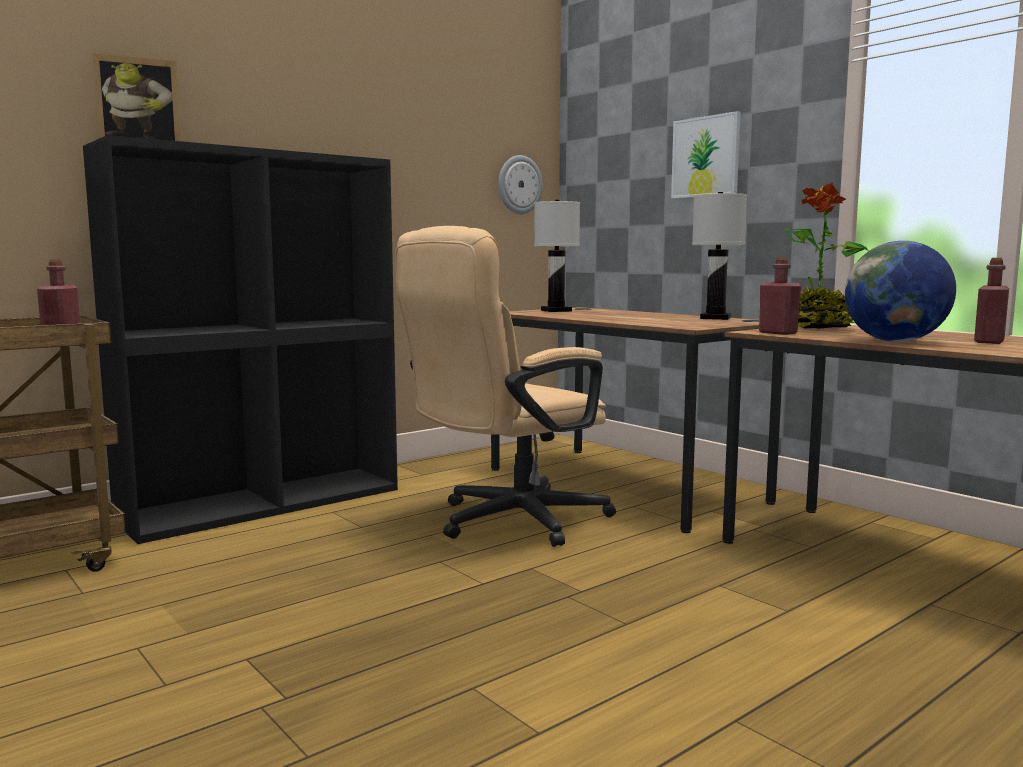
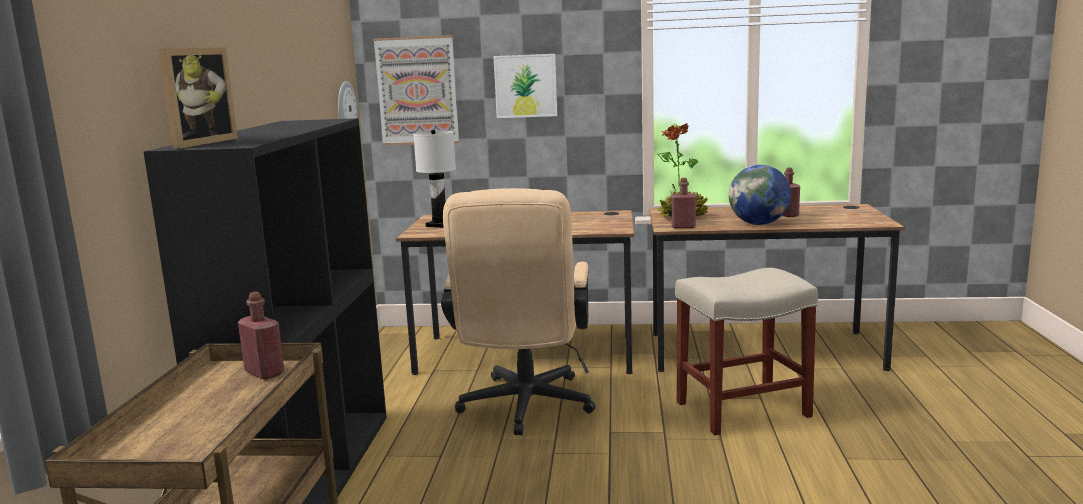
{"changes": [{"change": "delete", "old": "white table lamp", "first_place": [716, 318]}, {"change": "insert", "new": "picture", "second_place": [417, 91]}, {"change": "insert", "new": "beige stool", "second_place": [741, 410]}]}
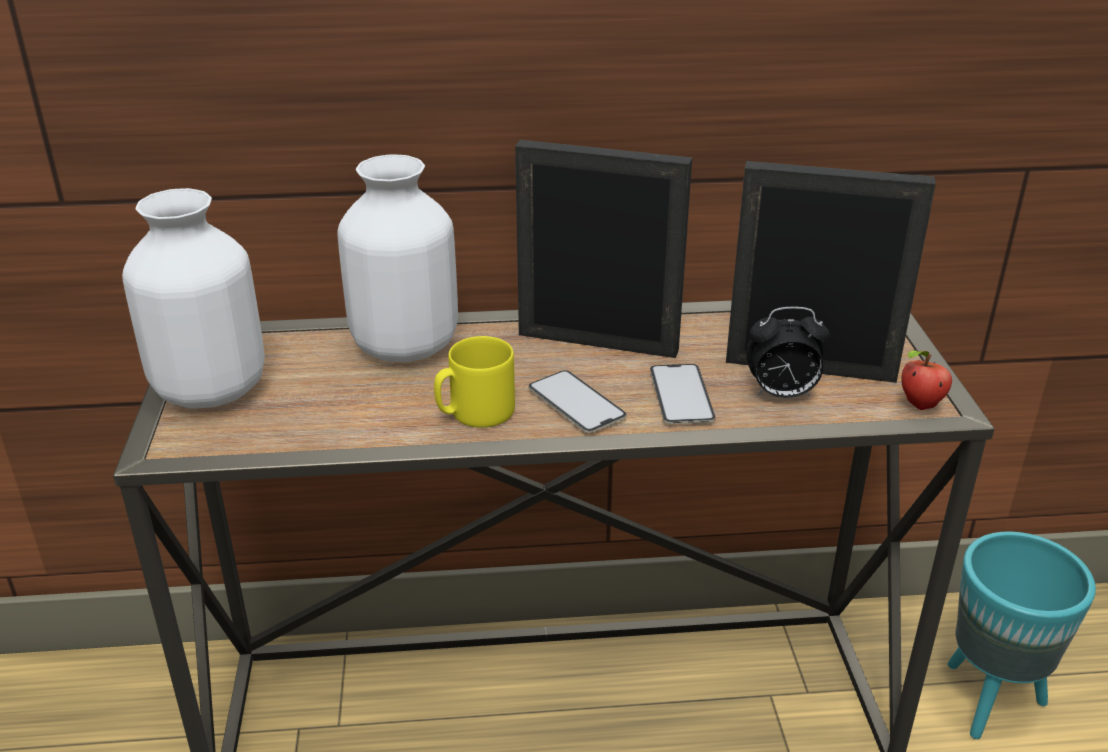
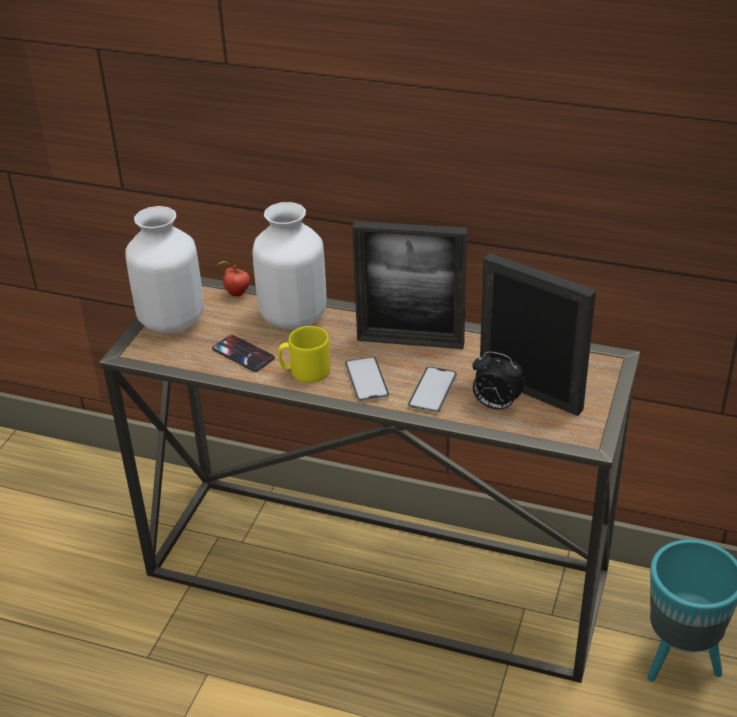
{"changes": [{"change": "insert", "new": "phone", "second_place": [243, 354]}, {"change": "move", "old": "apple", "first_place": [920, 405], "second_place": [236, 294]}, {"change": "rotate", "old": "picture frame", "first_place": [597, 342], "second_place": [410, 341], "degrees": 150}]}
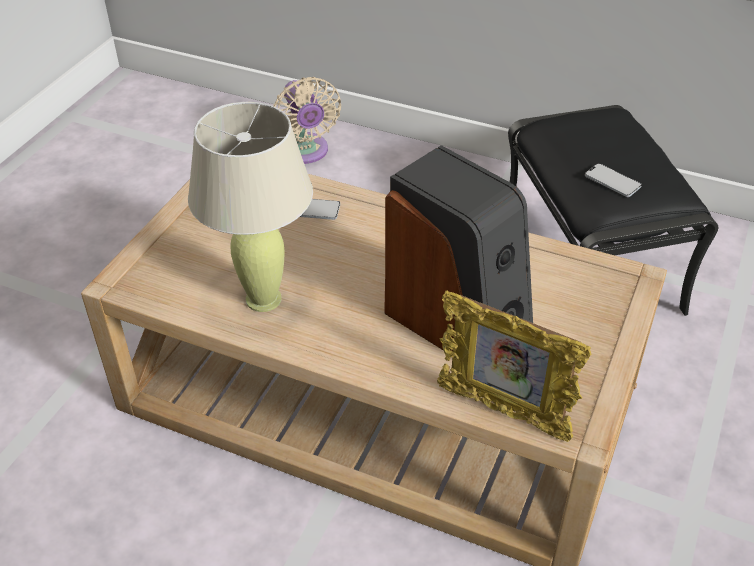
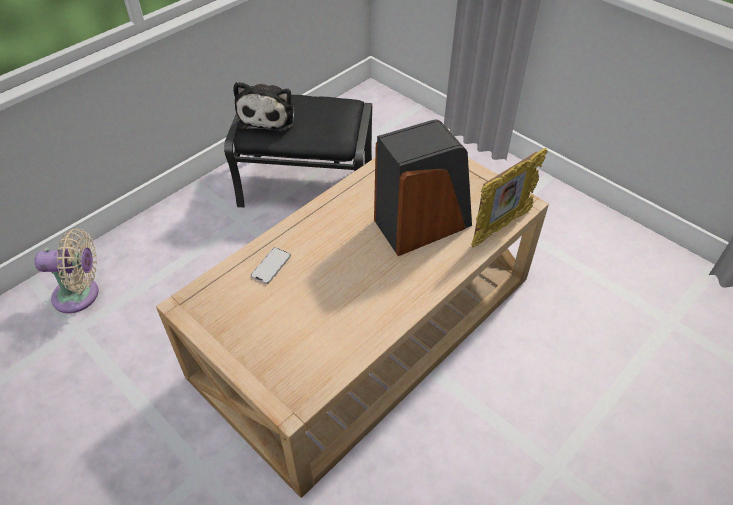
{"changes": [{"change": "delete", "old": "beige table lamp", "first_place": [264, 299]}, {"change": "delete", "old": "phone", "first_place": [612, 181]}, {"change": "insert", "new": "plush toy", "second_place": [268, 116]}]}
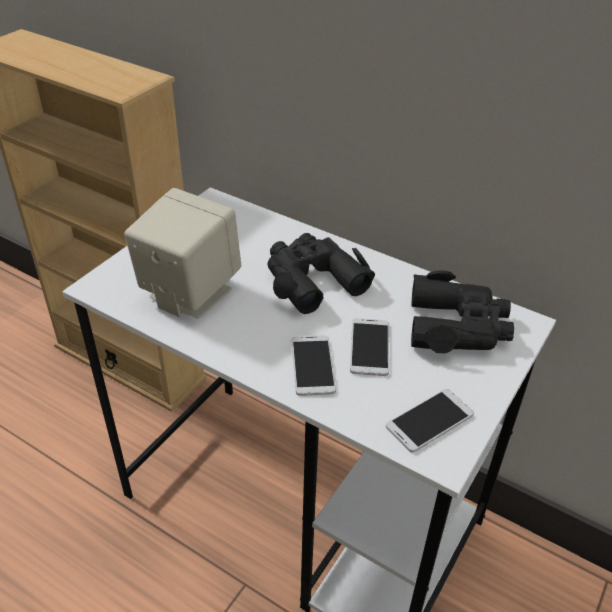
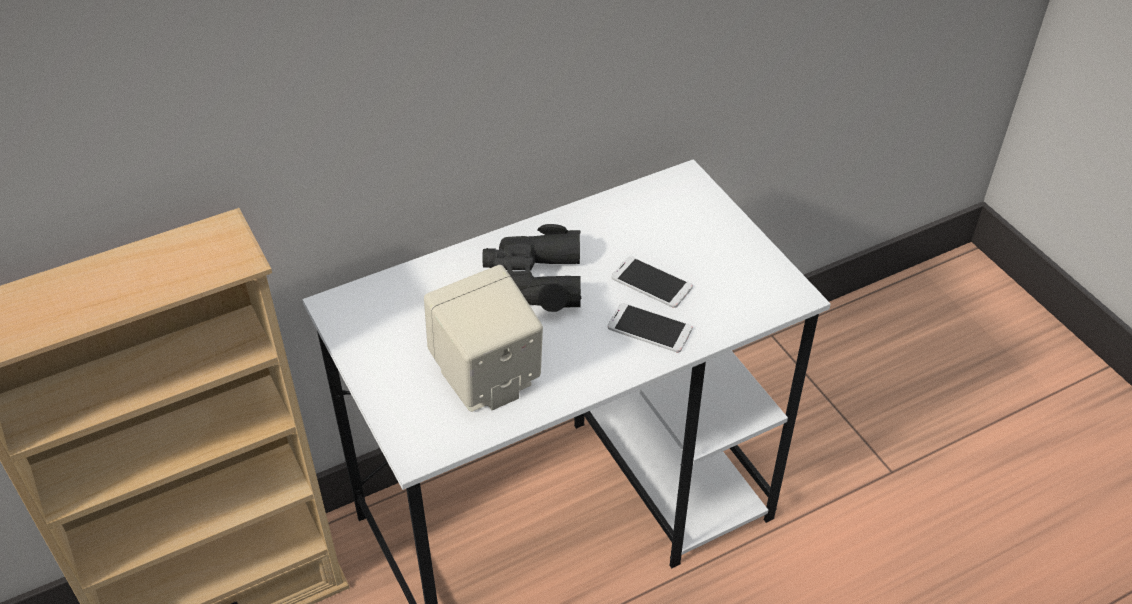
{"changes": [{"change": "delete", "old": "phone", "first_place": [429, 420]}, {"change": "delete", "old": "black binoculars", "first_place": [457, 326]}]}
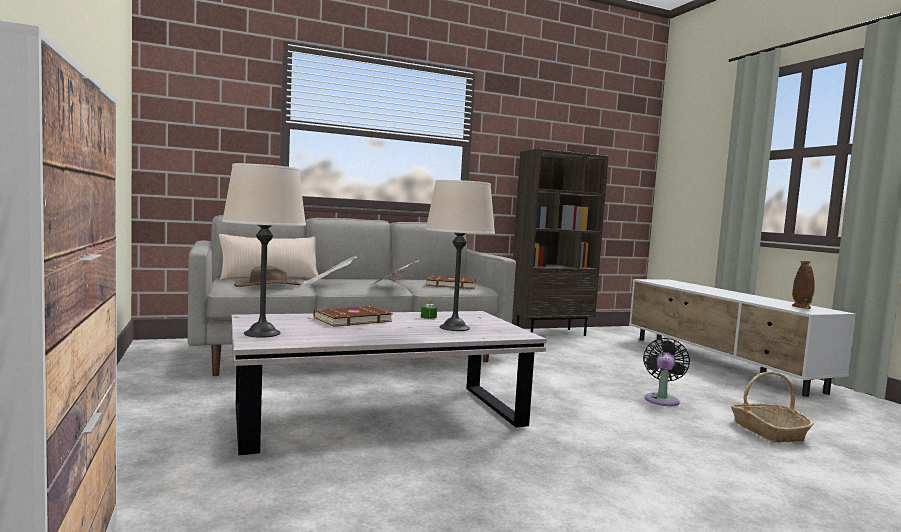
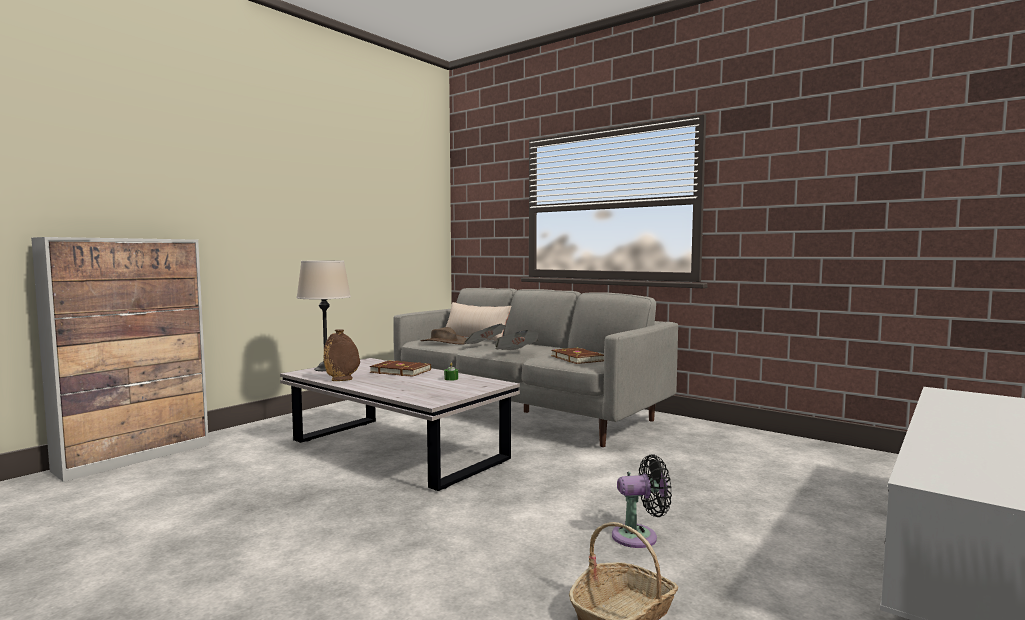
{"changes": [{"change": "delete", "old": "beige table lamp", "first_place": [454, 327]}, {"change": "delete", "old": "brown bookcase", "first_place": [550, 333]}, {"change": "move", "old": "brown vase", "first_place": [801, 307], "second_place": [342, 379]}]}
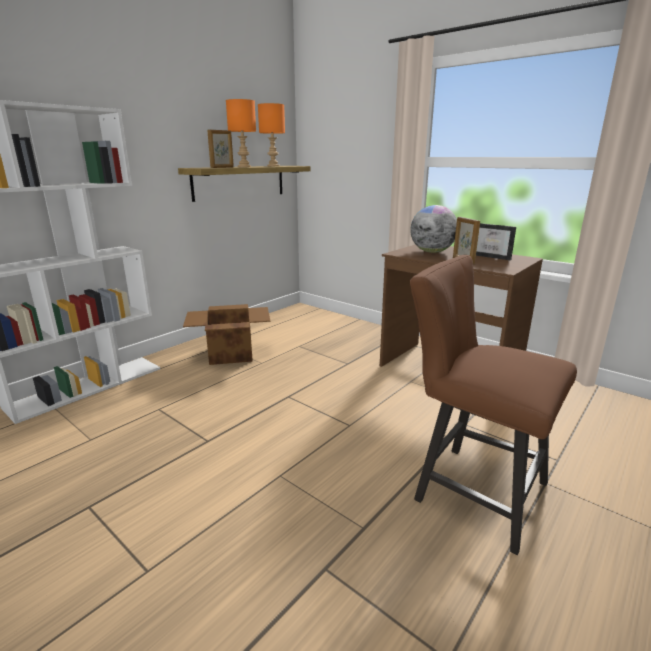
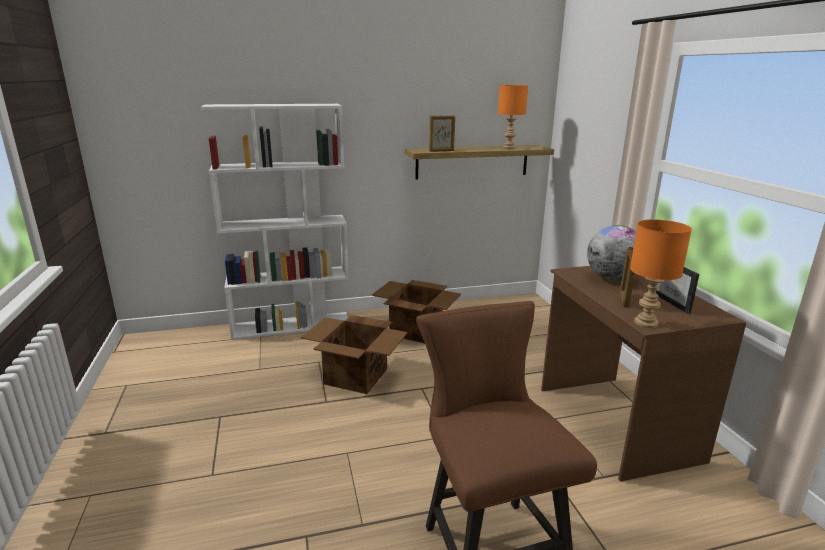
{"changes": [{"change": "insert", "new": "cardboard box", "second_place": [356, 376]}, {"change": "move", "old": "orange table lamp", "first_place": [244, 167], "second_place": [646, 323]}]}
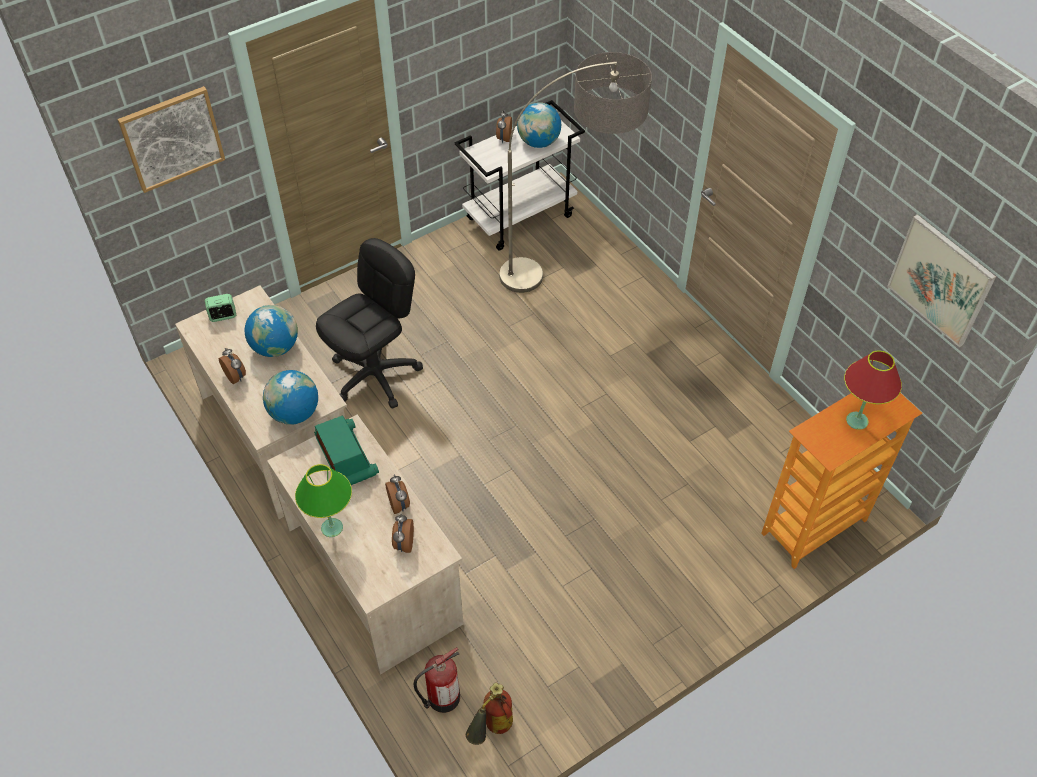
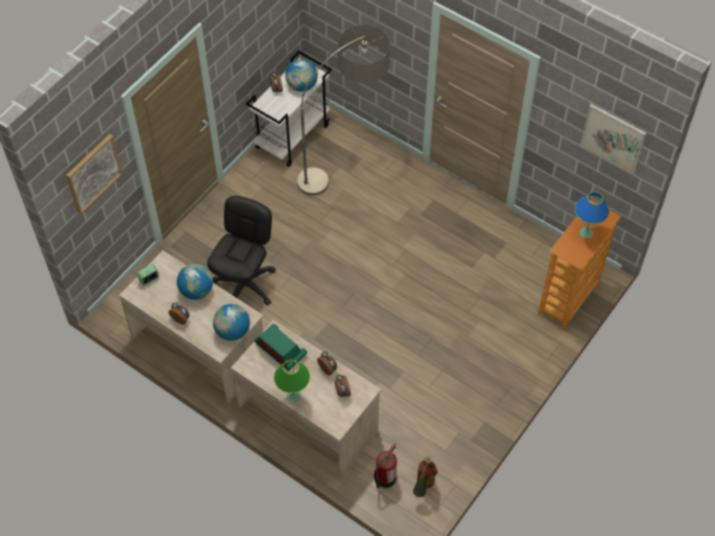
{"changes": [{"change": "recolor", "old": "red table lamp", "new": "blue table lamp", "first_place": [857, 420], "second_place": [585, 232]}]}
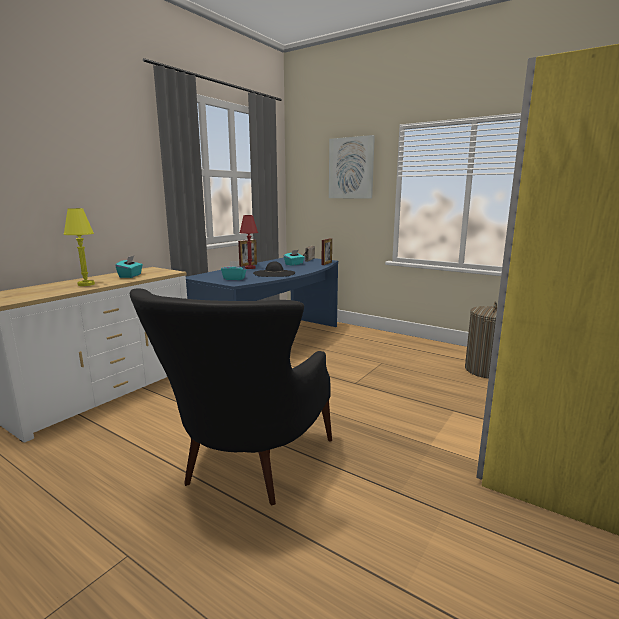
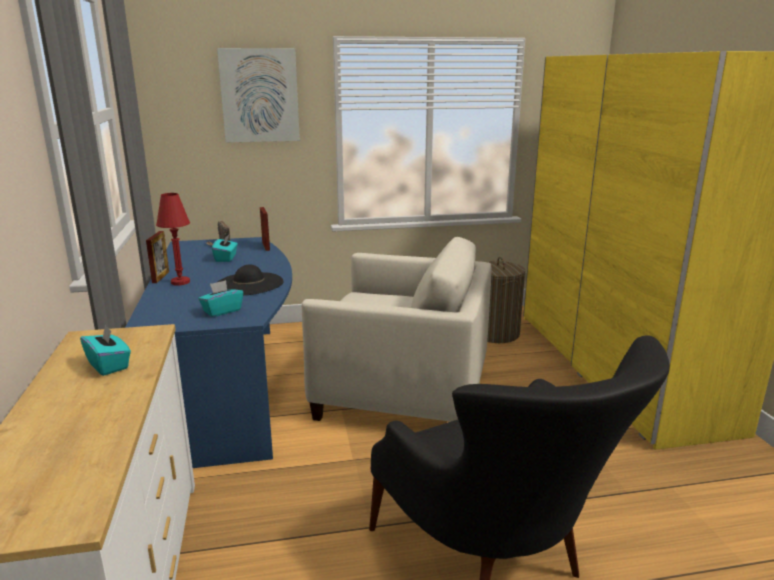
{"changes": [{"change": "delete", "old": "yellow table lamp", "first_place": [86, 284]}, {"change": "insert", "new": "beige armchair", "second_place": [402, 390]}]}
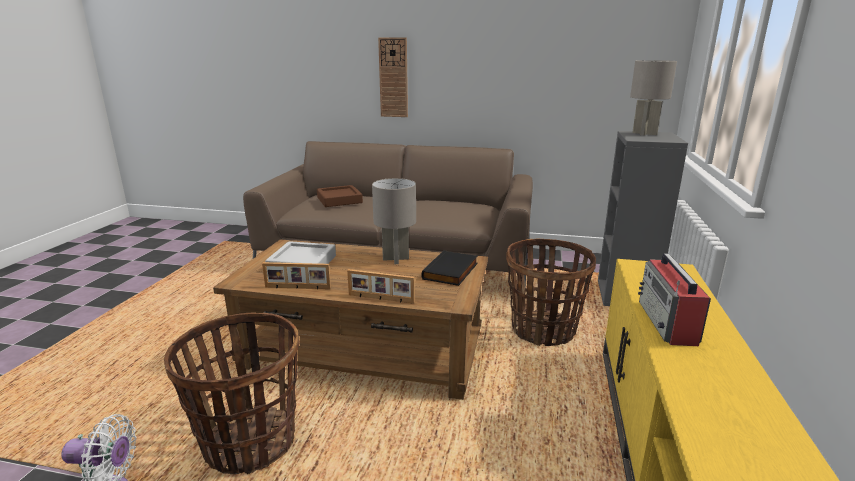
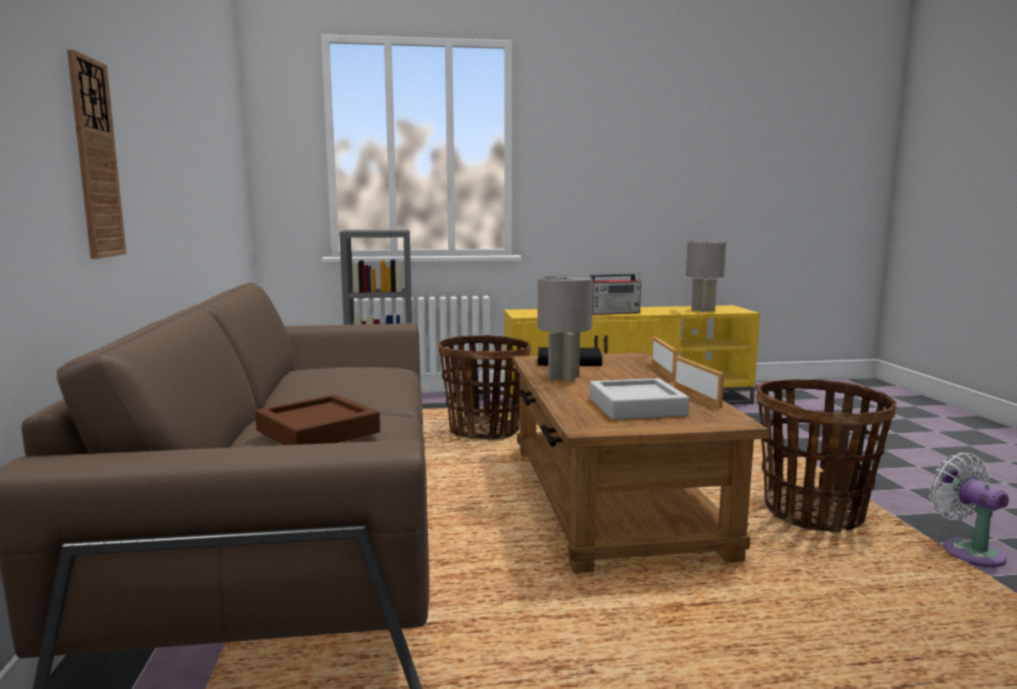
{"changes": [{"change": "move", "old": "grey table lamp", "first_place": [645, 133], "second_place": [702, 310]}]}
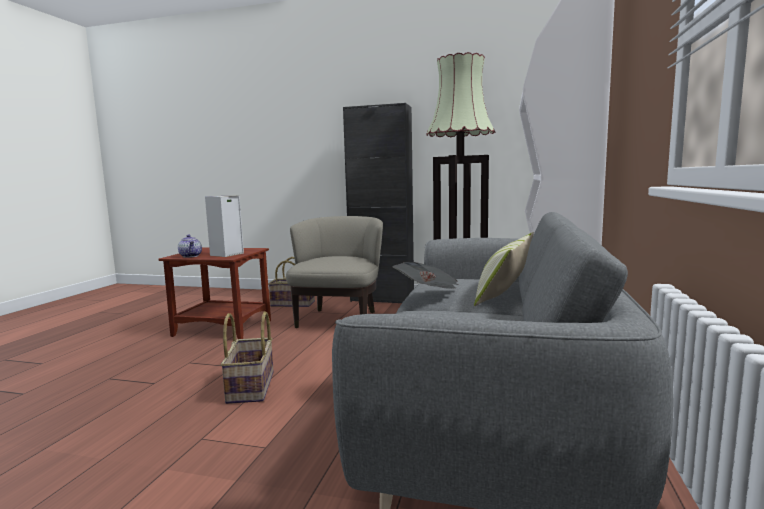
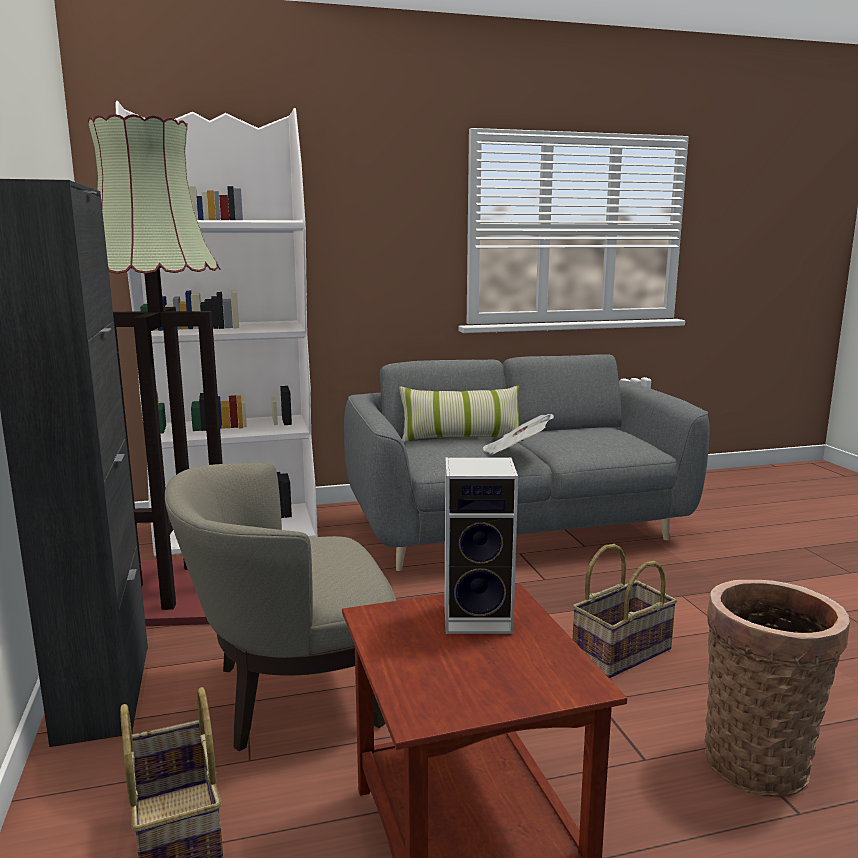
{"changes": [{"change": "delete", "old": "teapot", "first_place": [191, 256]}, {"change": "insert", "new": "basket", "second_place": [757, 759]}]}
